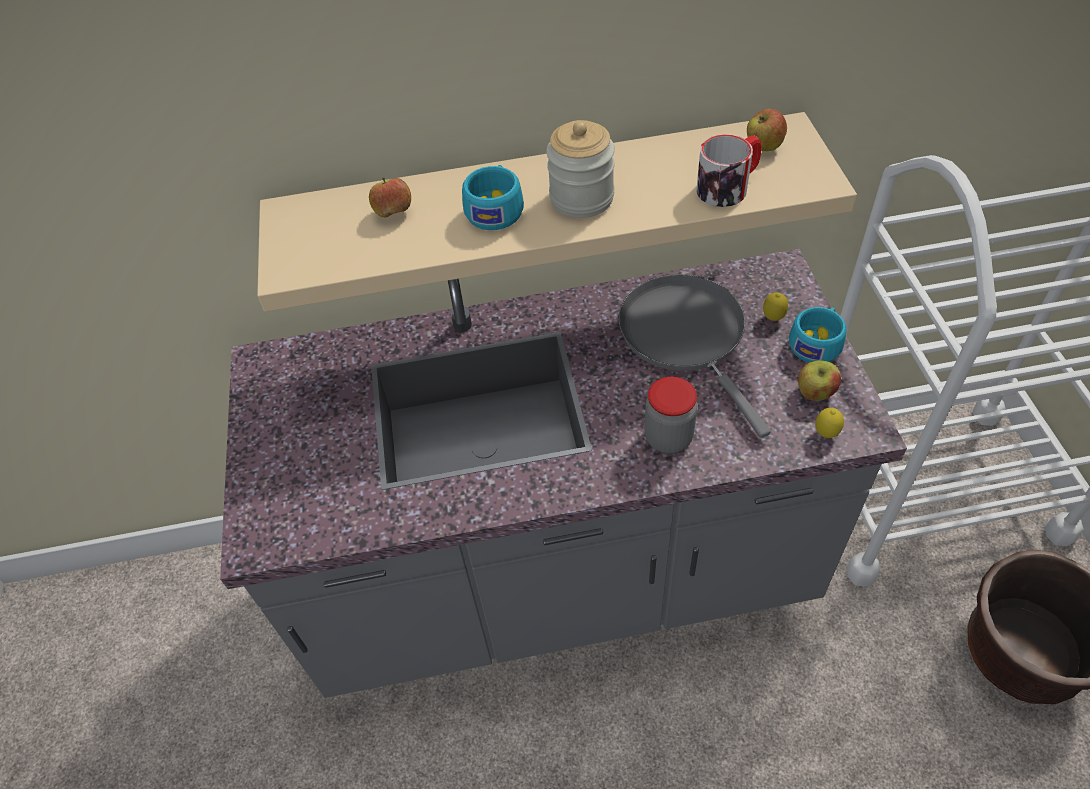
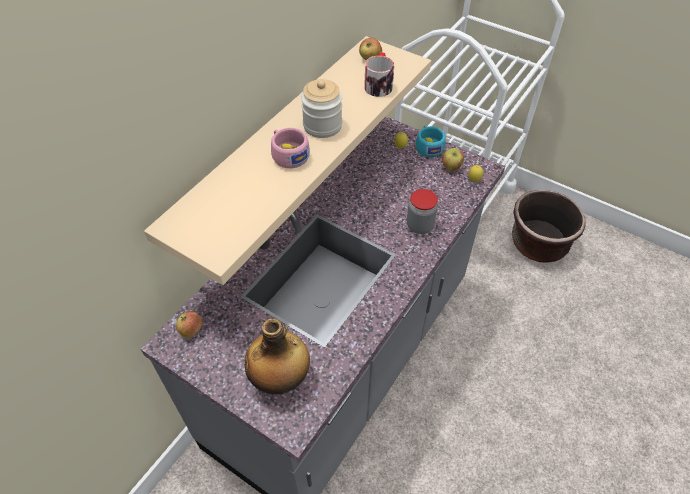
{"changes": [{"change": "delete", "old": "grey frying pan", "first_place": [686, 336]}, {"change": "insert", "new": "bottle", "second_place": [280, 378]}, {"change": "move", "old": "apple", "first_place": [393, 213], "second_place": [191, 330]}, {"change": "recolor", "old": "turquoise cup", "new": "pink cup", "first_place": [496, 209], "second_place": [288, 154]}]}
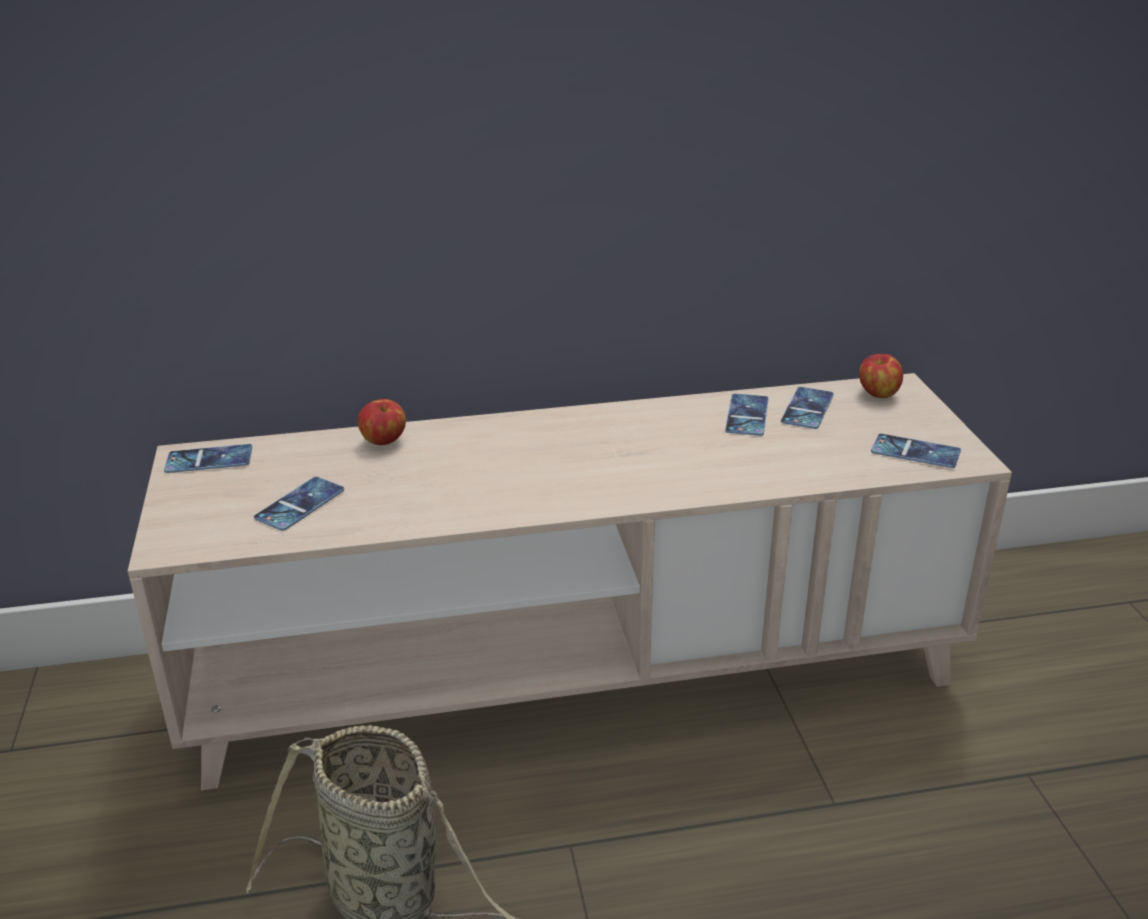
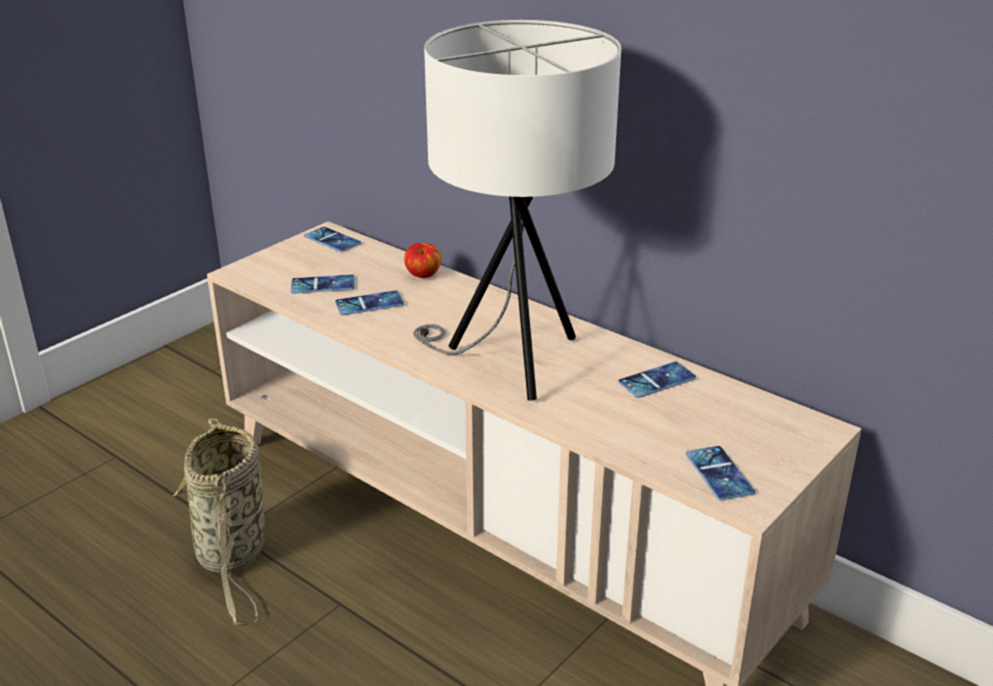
{"changes": [{"change": "delete", "old": "apple", "first_place": [877, 394]}, {"change": "insert", "new": "white table lamp", "second_place": [511, 361]}, {"change": "move", "old": "phone", "first_place": [807, 408], "second_place": [369, 303]}]}
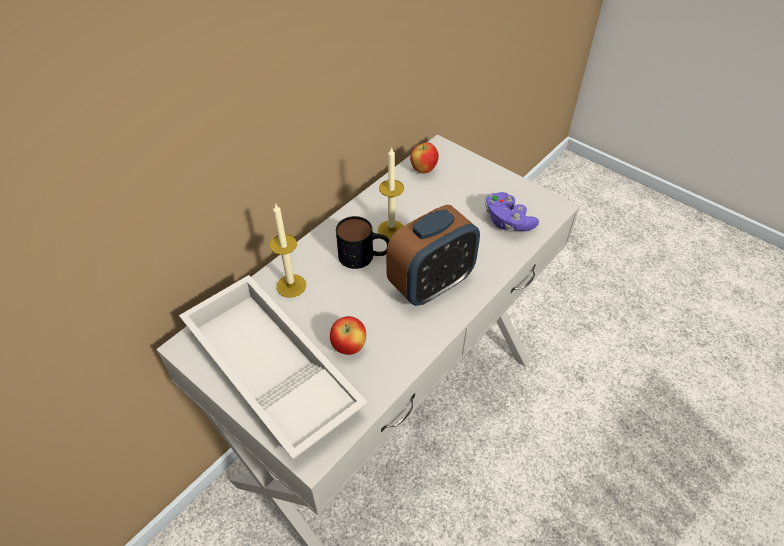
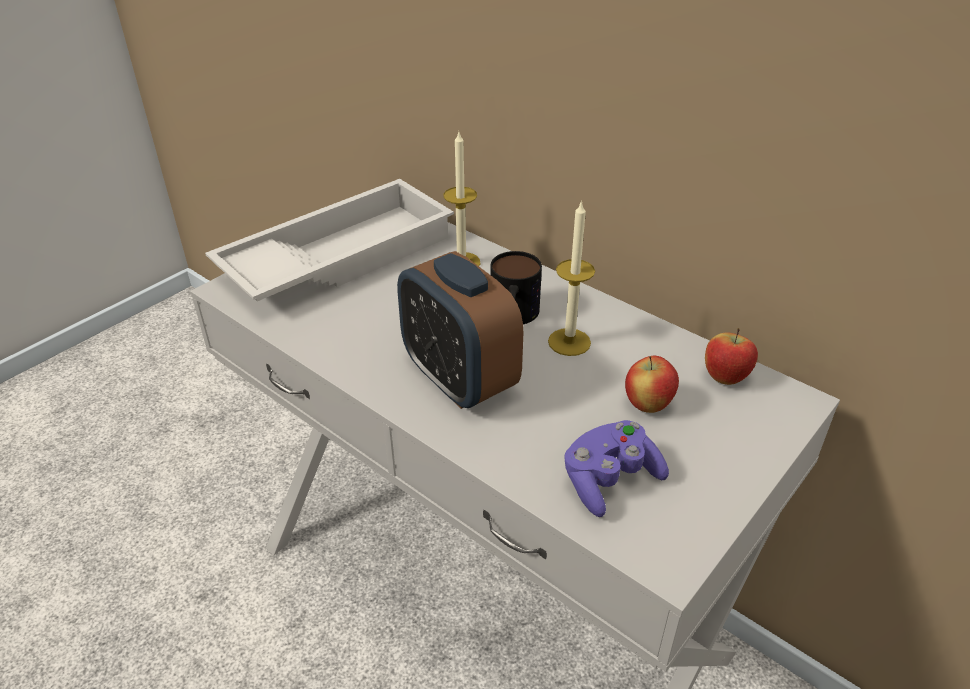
{"changes": [{"change": "move", "old": "apple", "first_place": [349, 347], "second_place": [647, 405]}]}
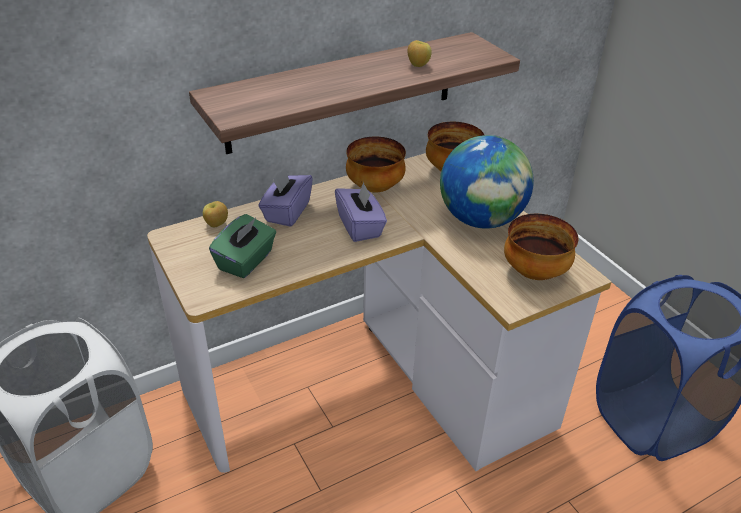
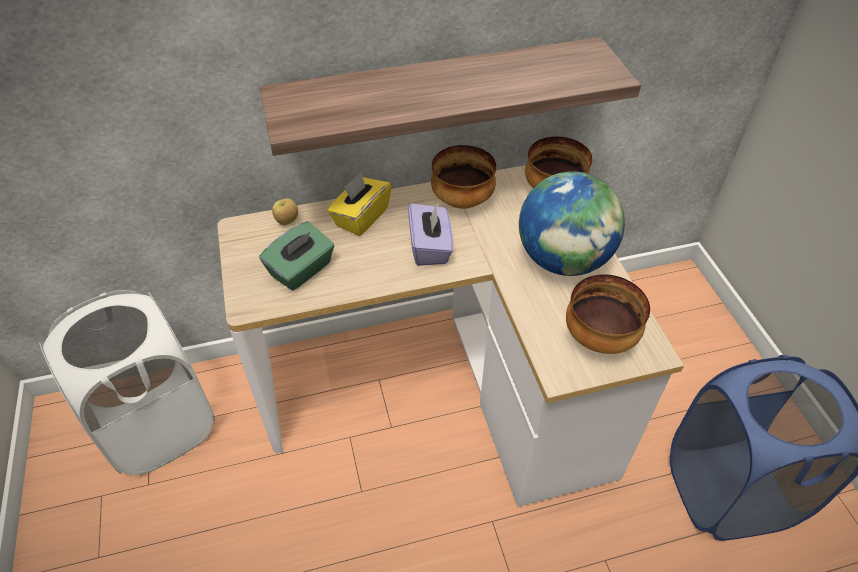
{"changes": [{"change": "delete", "old": "apple", "first_place": [418, 65]}, {"change": "recolor", "old": "purple tissue box", "new": "yellow tissue box", "first_place": [287, 212], "second_place": [361, 217]}]}
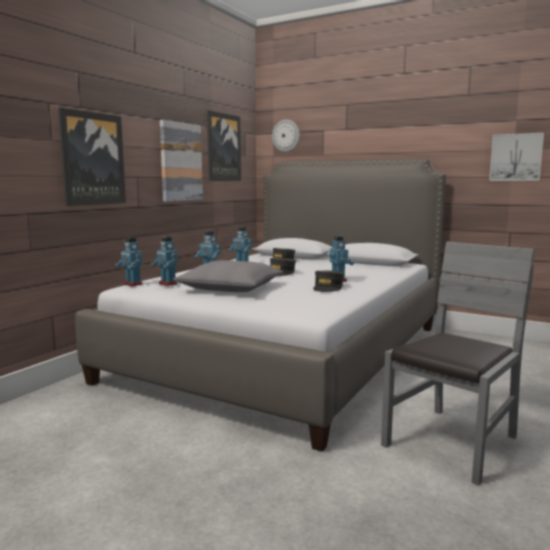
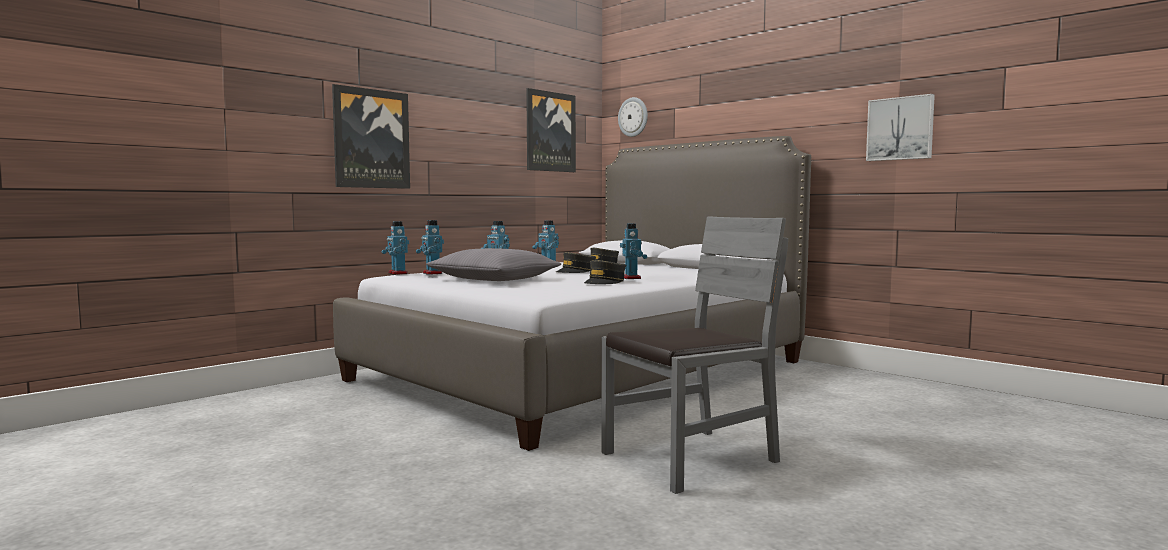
{"changes": [{"change": "delete", "old": "picture", "first_place": [180, 162]}]}
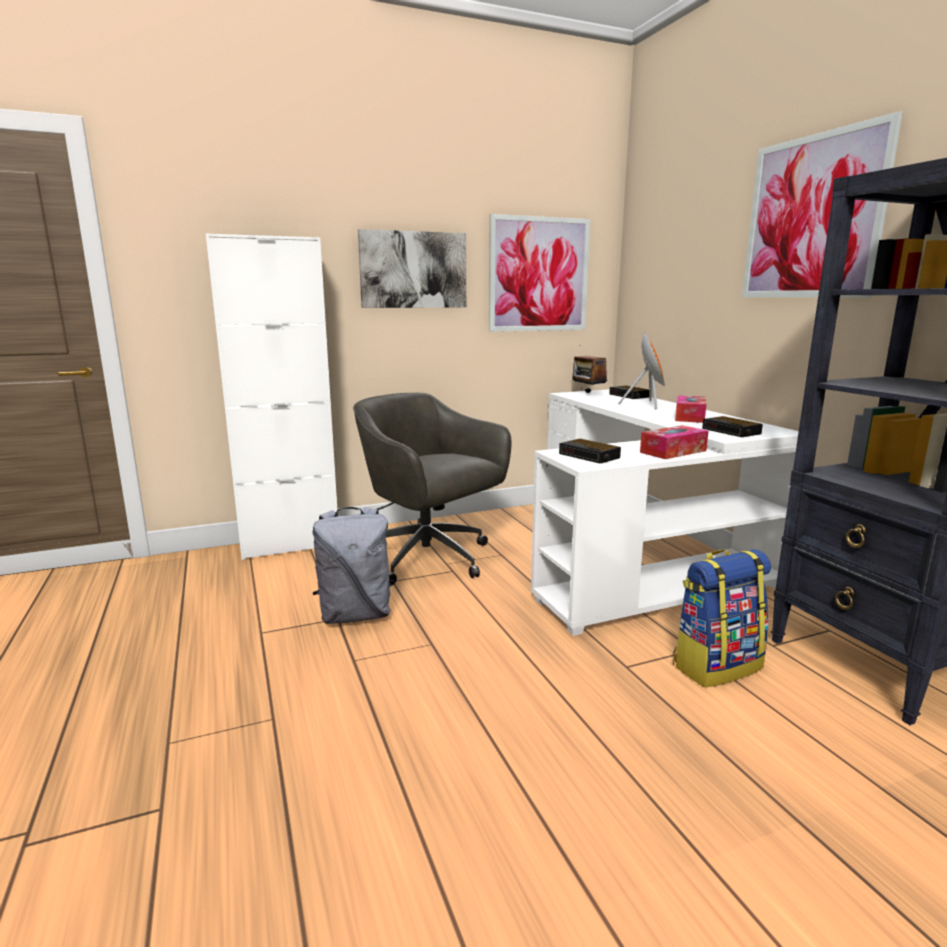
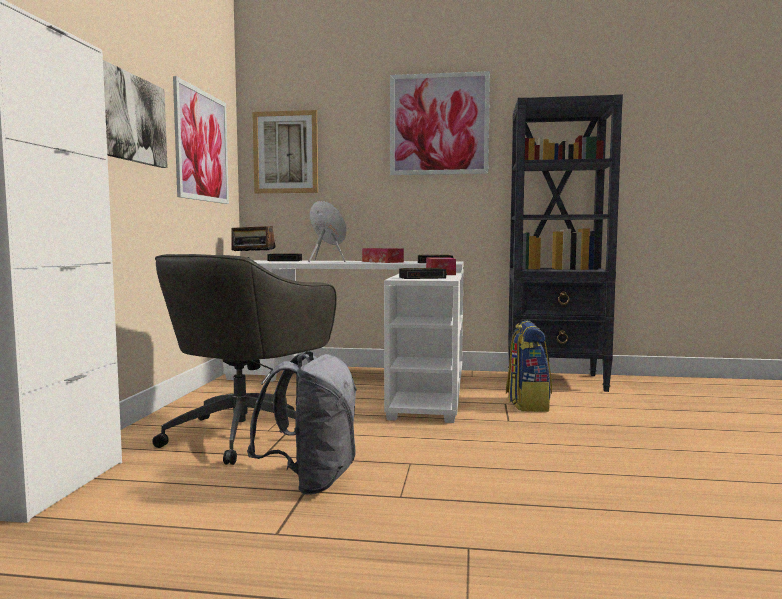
{"changes": [{"change": "insert", "new": "picture", "second_place": [285, 152]}, {"change": "rotate", "old": "grey office chair", "first_place": [429, 559], "second_place": [245, 434], "degrees": -45}]}
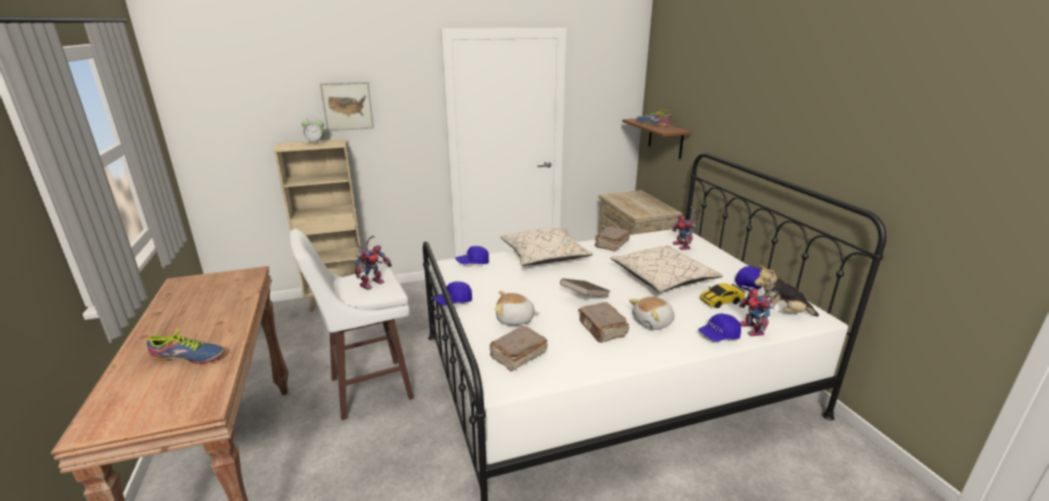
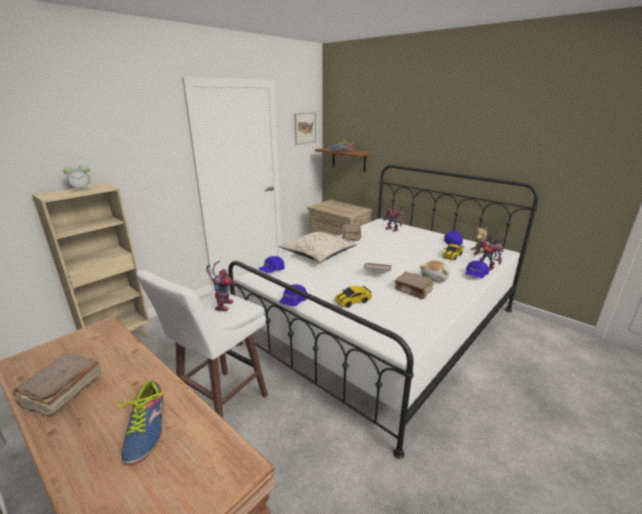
{"changes": [{"change": "delete", "old": "beige pillow", "first_place": [662, 279]}, {"change": "move", "old": "picture", "first_place": [347, 106], "second_place": [305, 128]}, {"change": "move", "old": "brown book", "first_place": [517, 356], "second_place": [62, 392]}, {"change": "replace", "old": "plush toy", "new": "toy car", "first_place": [515, 319], "second_place": [353, 301]}, {"change": "rotate", "old": "shoe", "first_place": [189, 356], "second_place": [146, 429], "degrees": 105}]}
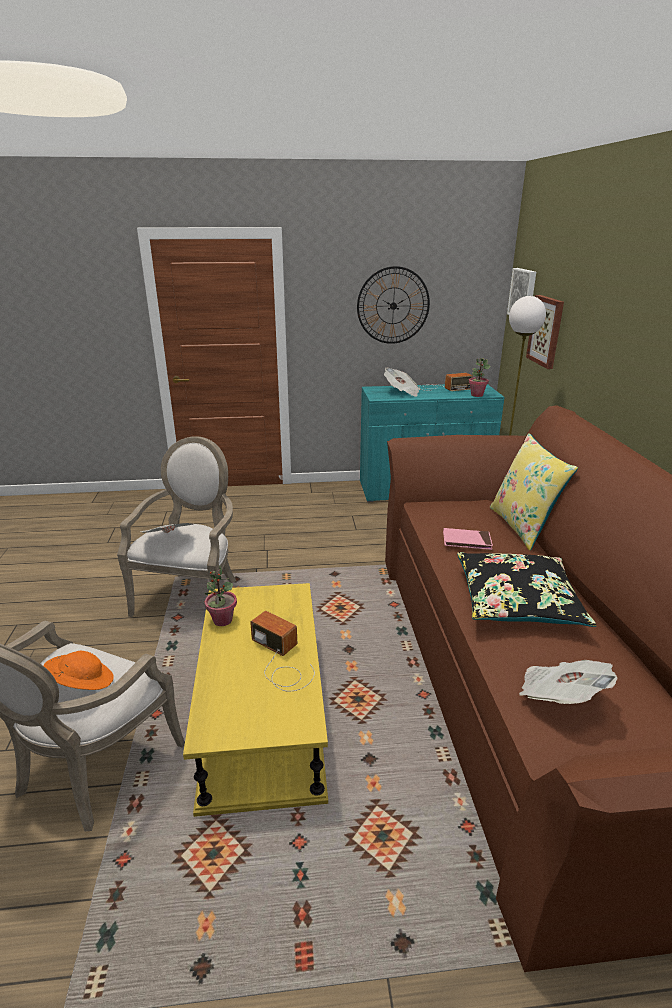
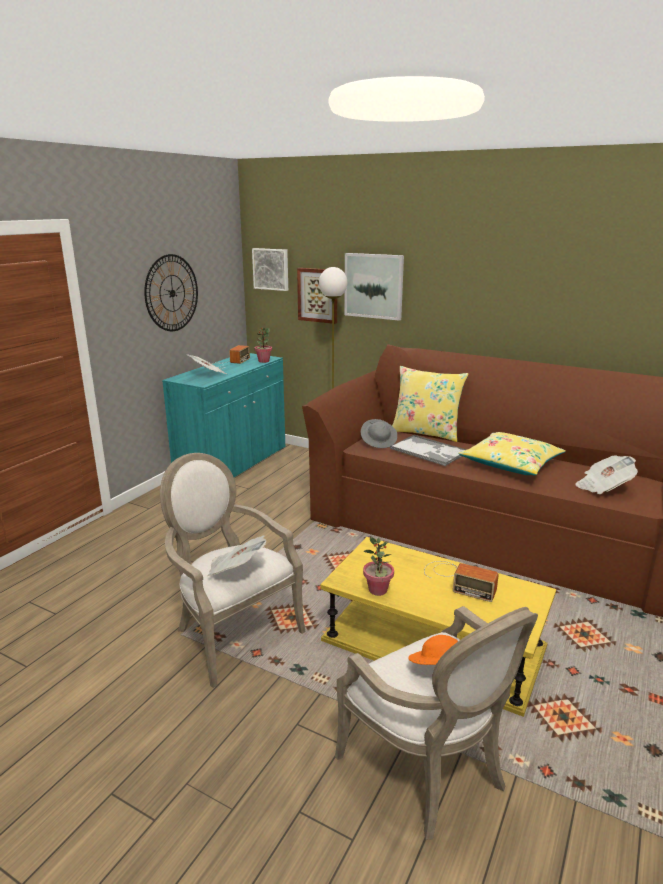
{"changes": [{"change": "insert", "new": "picture", "second_place": [374, 286]}, {"change": "insert", "new": "grey hat", "second_place": [379, 442]}, {"change": "replace", "old": "pink book", "new": "tray", "first_place": [466, 541], "second_place": [429, 451]}, {"change": "recolor", "old": "black pillow", "new": "yellow pillow", "first_place": [517, 601], "second_place": [511, 463]}, {"change": "rotate", "old": "radio", "first_place": [281, 661], "second_place": [457, 579], "degrees": -135}]}
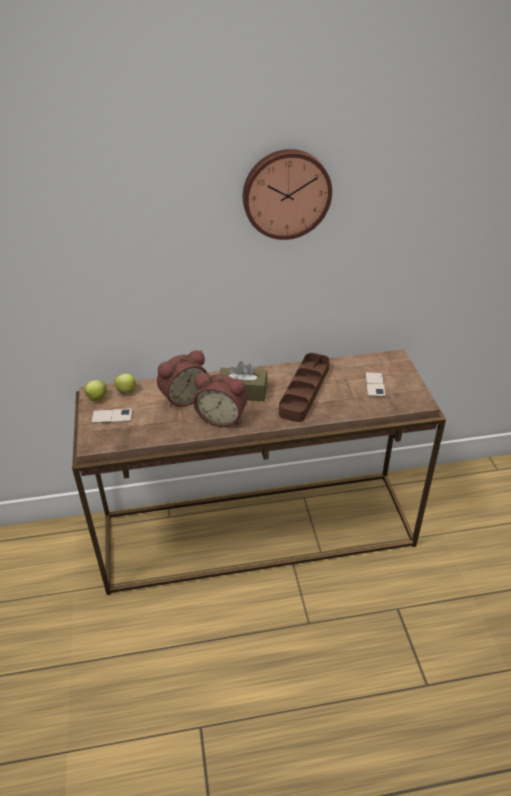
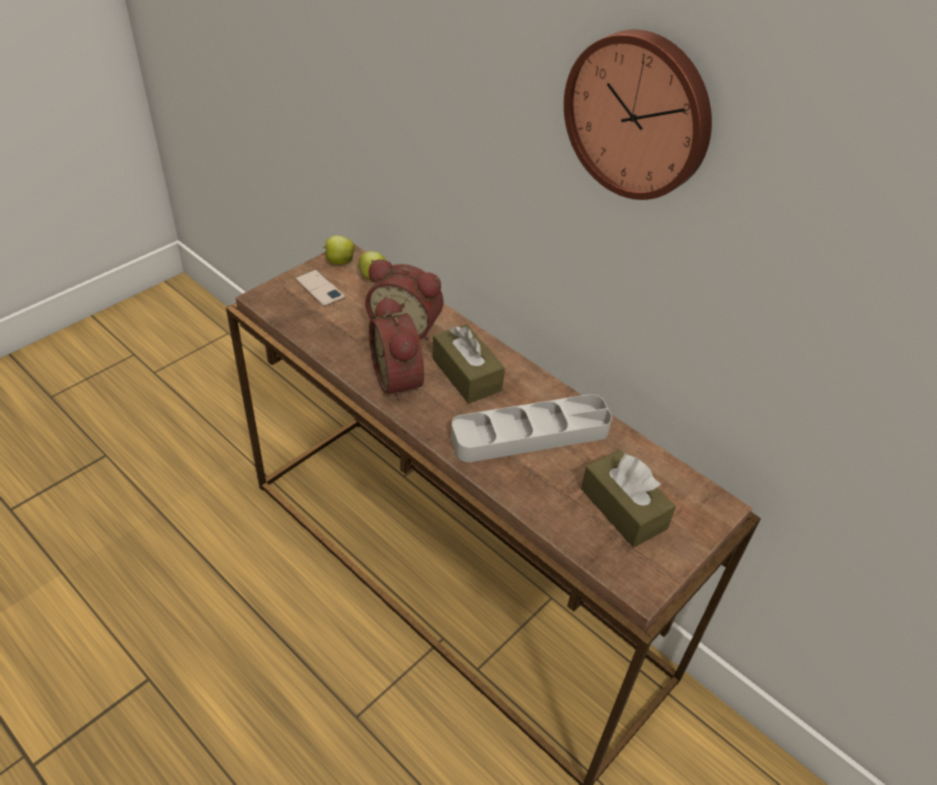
{"changes": [{"change": "replace", "old": "phone", "new": "brown tissue box", "first_place": [375, 384], "second_place": [623, 508]}, {"change": "recolor", "old": "brown tray", "new": "grey tray", "first_place": [304, 390], "second_place": [530, 434]}]}
